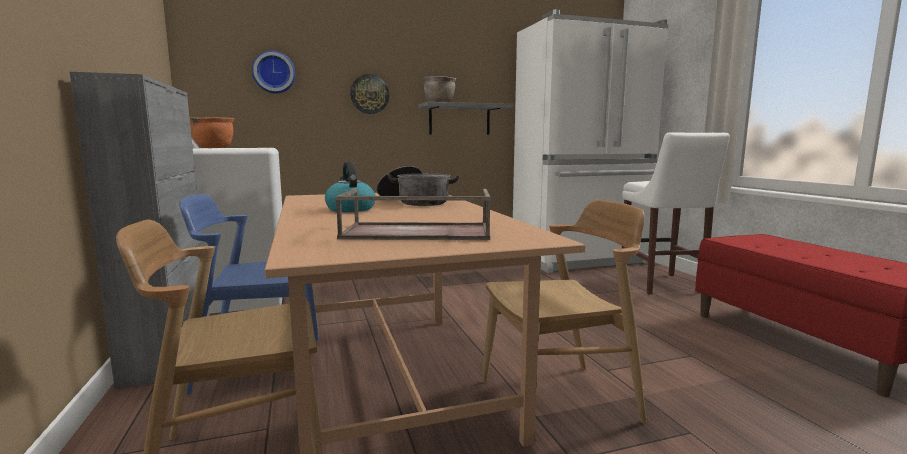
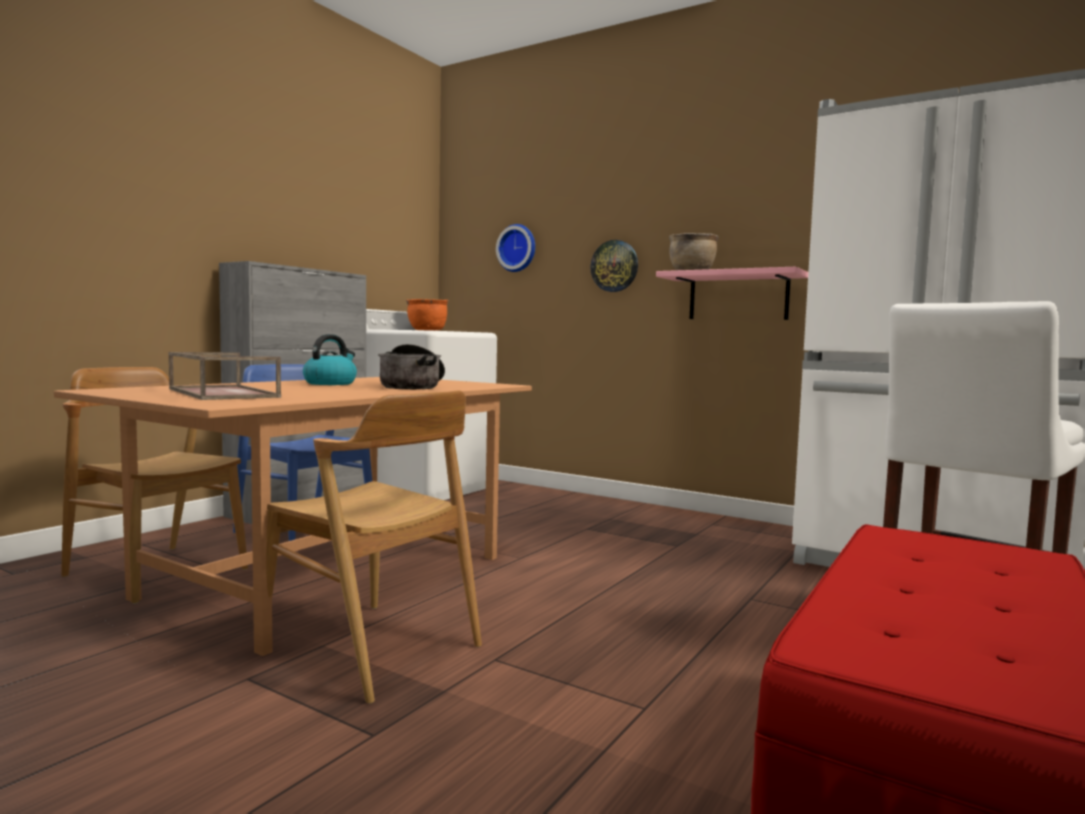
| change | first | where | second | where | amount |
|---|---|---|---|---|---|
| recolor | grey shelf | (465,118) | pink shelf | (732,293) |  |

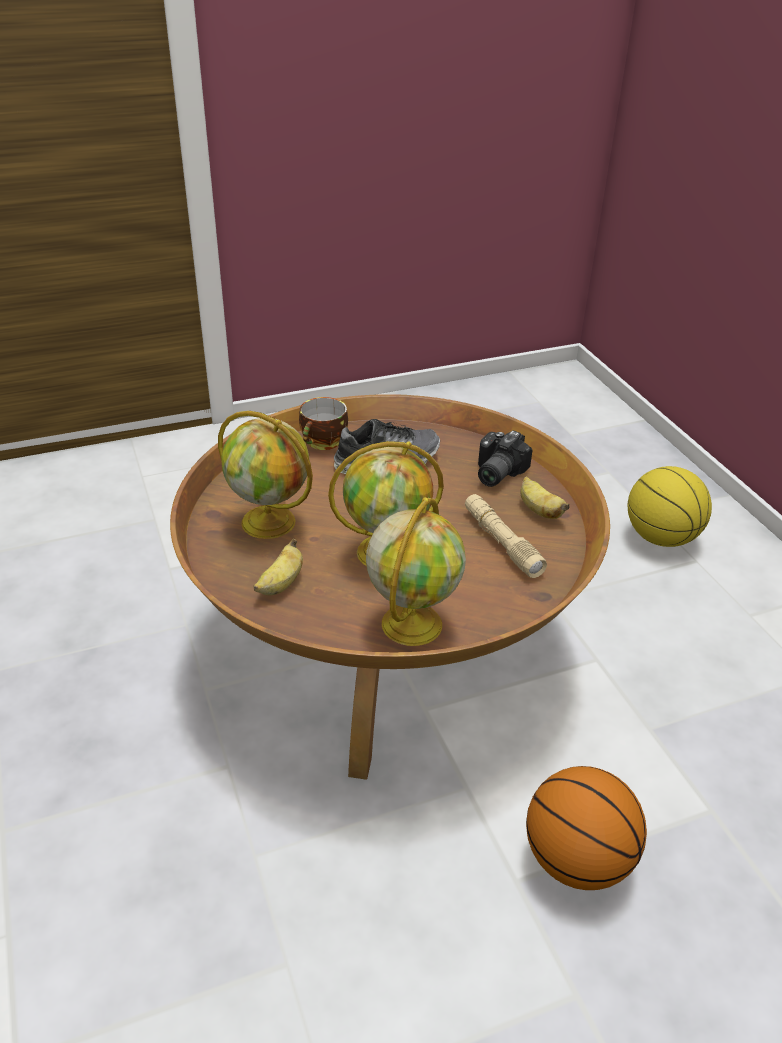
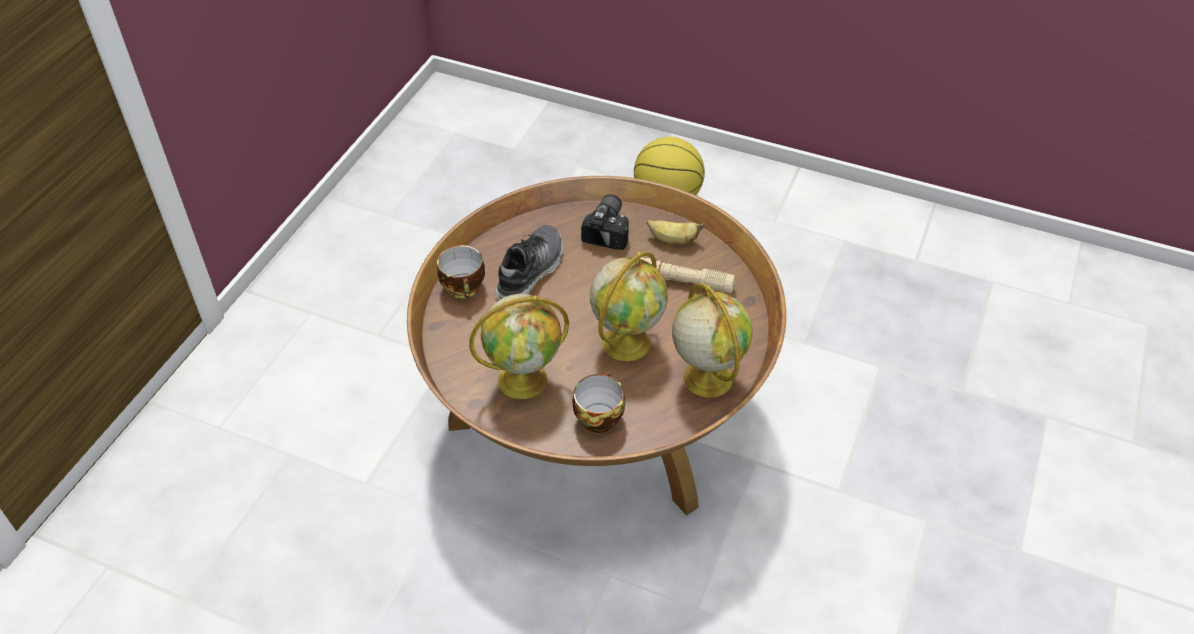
| change | first | where | second | where | amount |
|---|---|---|---|---|---|
| replace | banana | (278,567) | cup | (598,402) |  |
| rotate | photo camera | (505,458) |  | (605,222) | 150 degrees counterclockwise |
| delete | basketball | (586,828) |  |  |  |

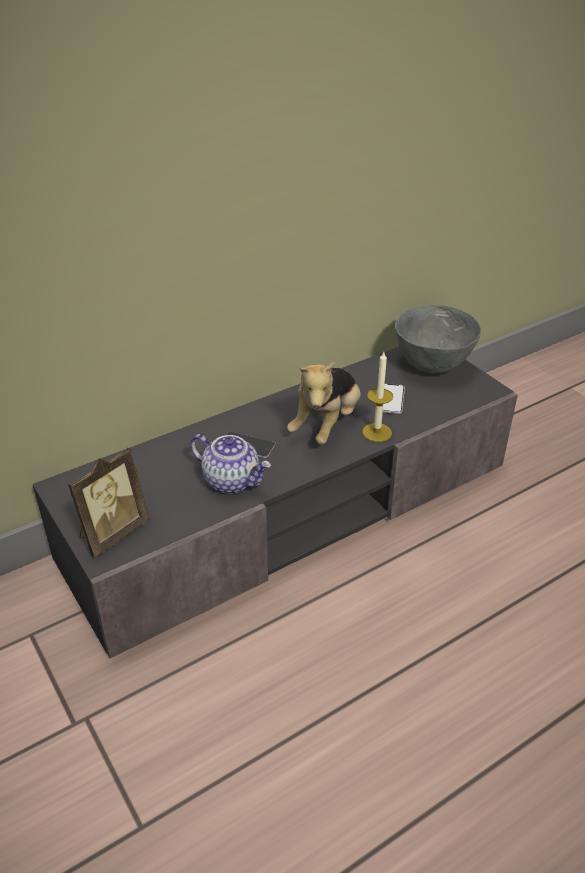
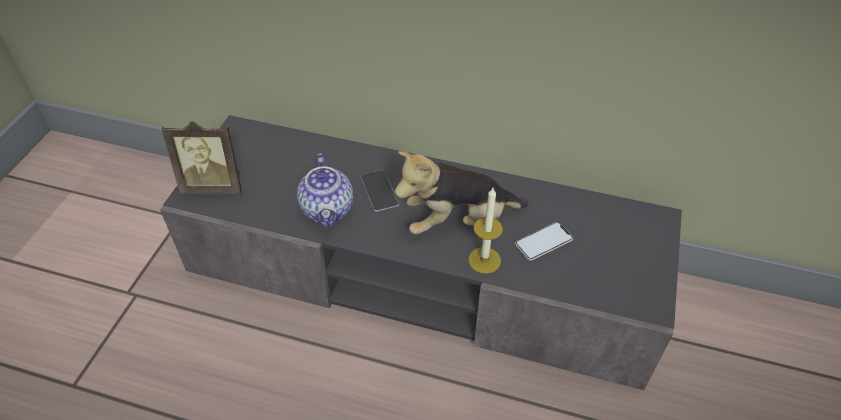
| change | first | where | second | where | amount |
|---|---|---|---|---|---|
| delete | grey bowl | (438,339) |  |  |  |

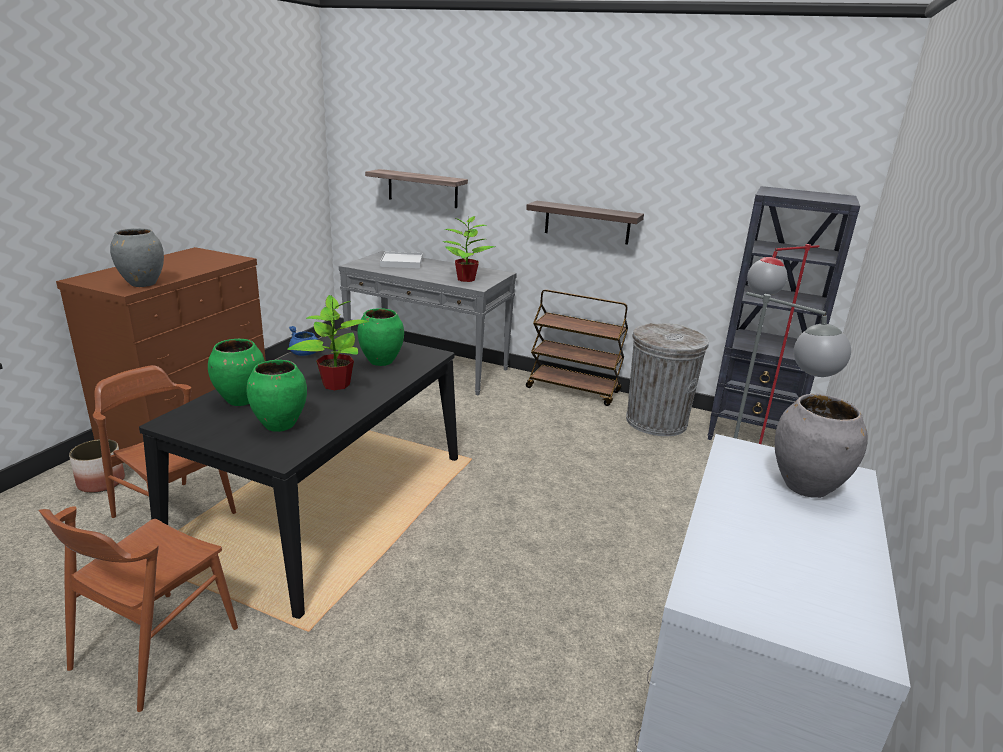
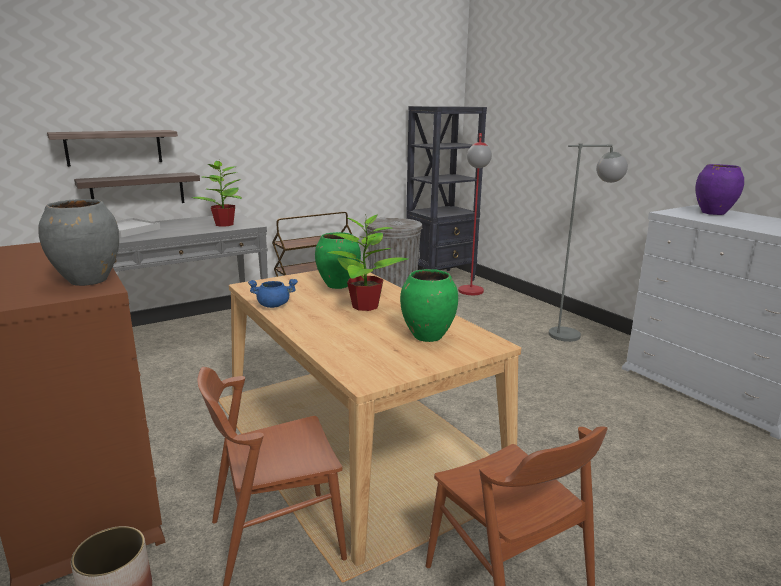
| change | first | where | second | where | amount |
|---|---|---|---|---|---|
| recolor | black dining table | (298,474) | beige dining table | (375,418) |  |
| delete | green vase | (236,372) |  |  |  |
| move | shelf | (585,223) |  | (137,187) |  |
| recolor | grey vase | (821,446) | purple vase | (720,189) |  |

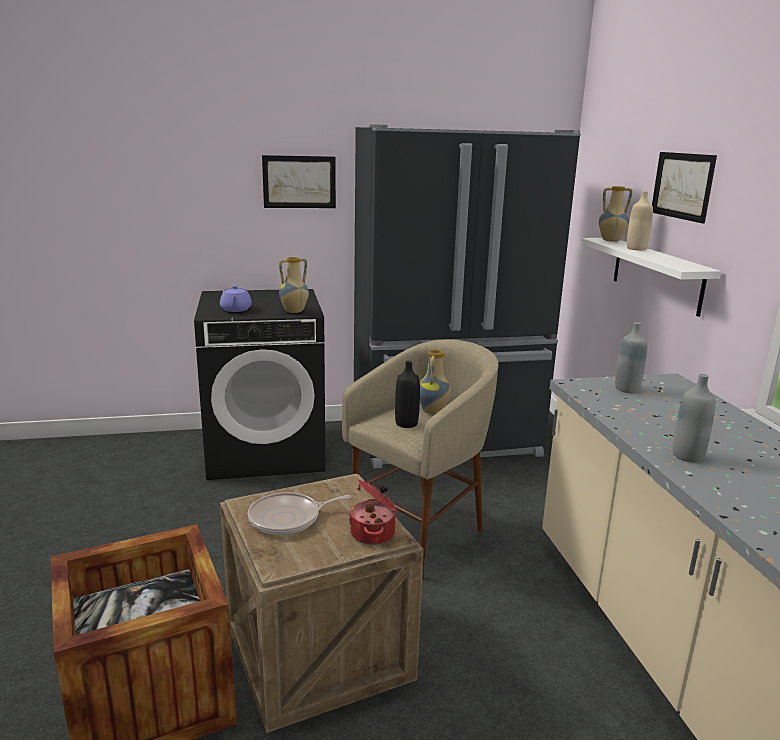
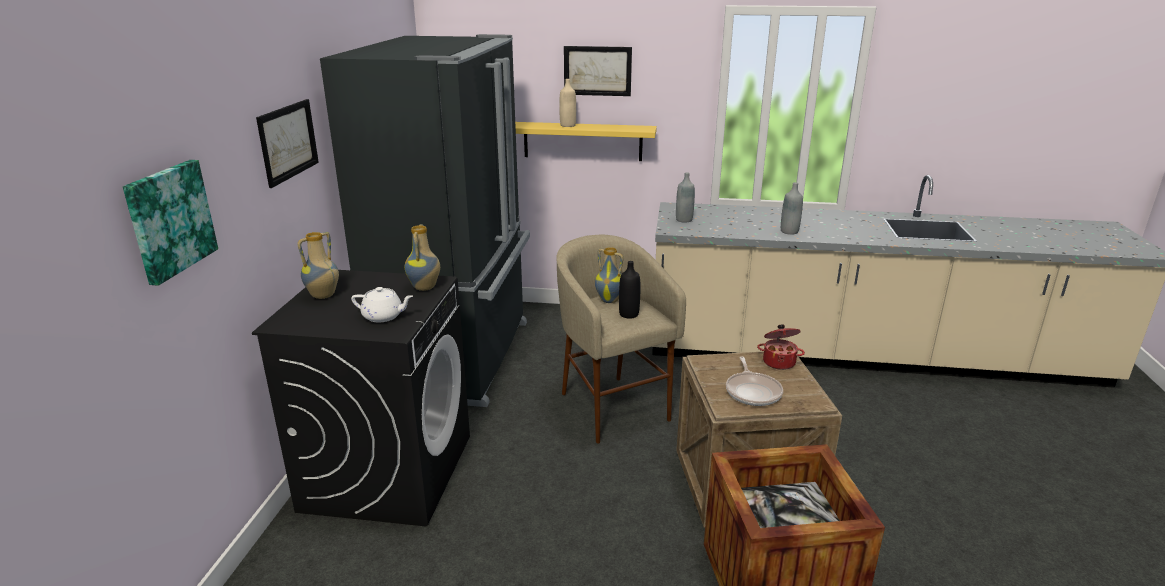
| change | first | where | second | where | amount |
|---|---|---|---|---|---|
| recolor | purple teapot | (236,298) | white teapot | (382,304) |  |
| recolor | white shelf | (651,277) | yellow shelf | (586,141) |  |
| move | vase | (615,214) |  | (318,265) |  |
| insert |  |  | picture | (170,223) |  |

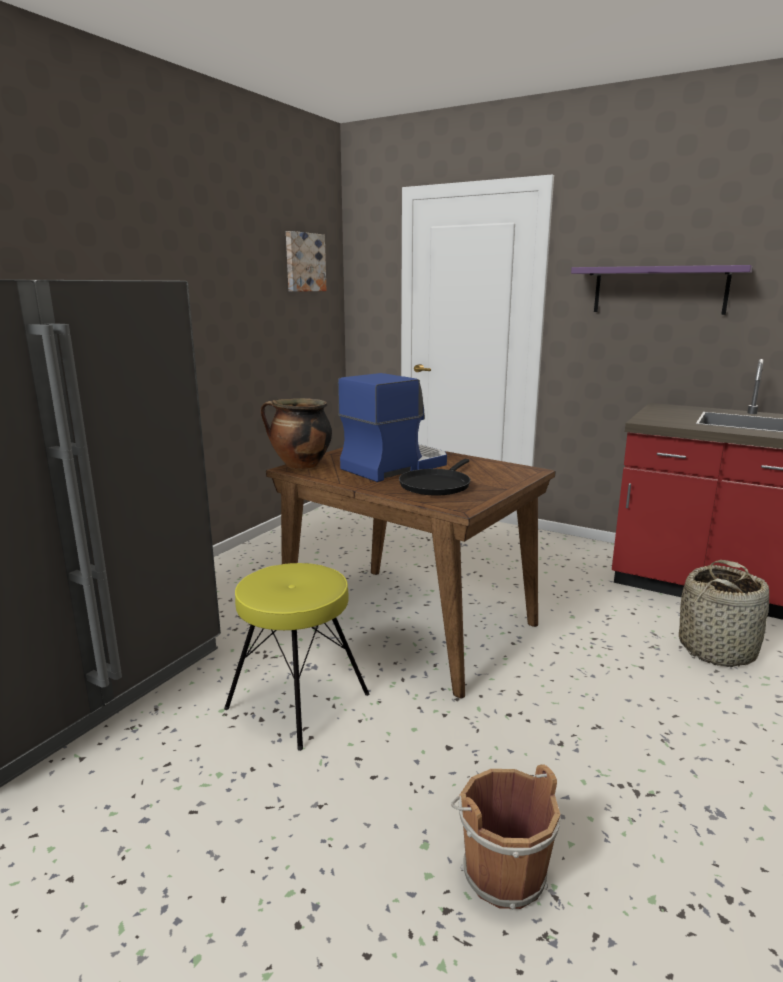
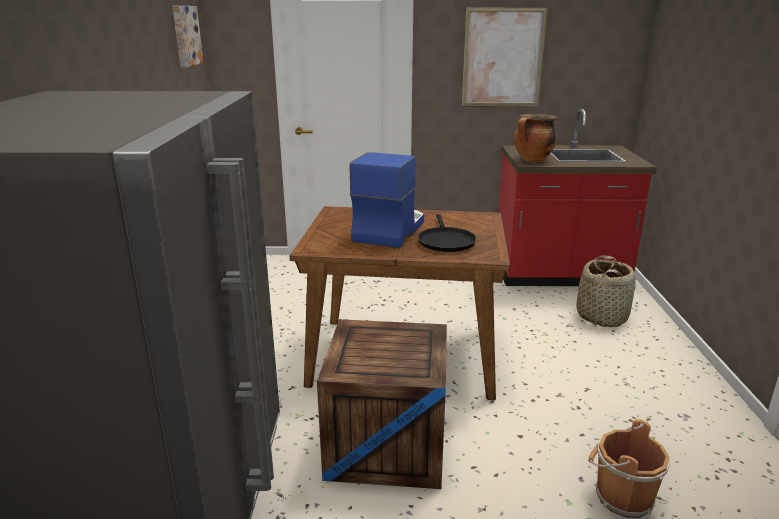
| change | first | where | second | where | amount |
|---|---|---|---|---|---|
| replace | yellow stool | (297,657) | crate | (382,404) |  |
| move | cooking pot | (296,433) |  | (535,138) |  |
| replace | purple shelf | (662,290) | picture | (504,56) |  |

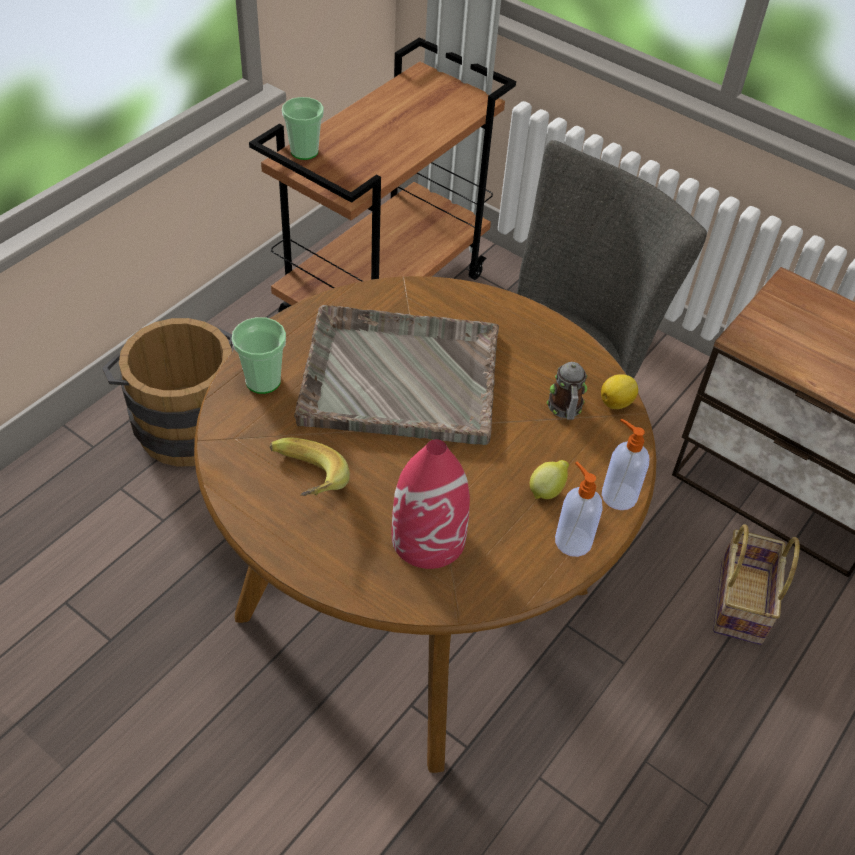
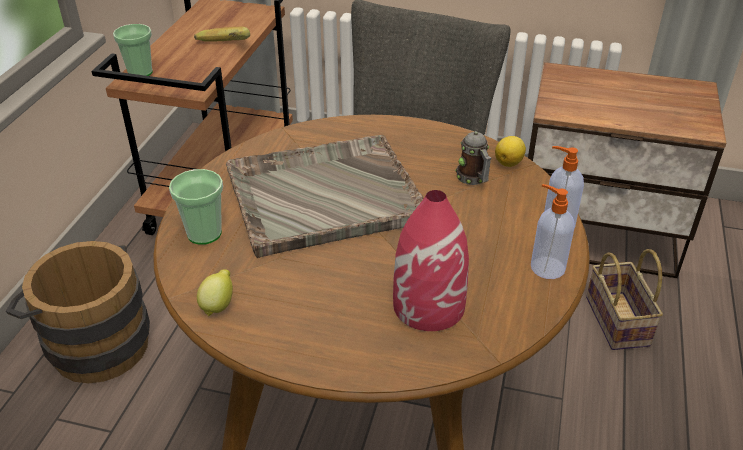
| change | first | where | second | where | amount |
|---|---|---|---|---|---|
| move | banana | (309,466) |  | (222,34) |  |
| move | lemon | (549,479) |  | (215,292) |  |

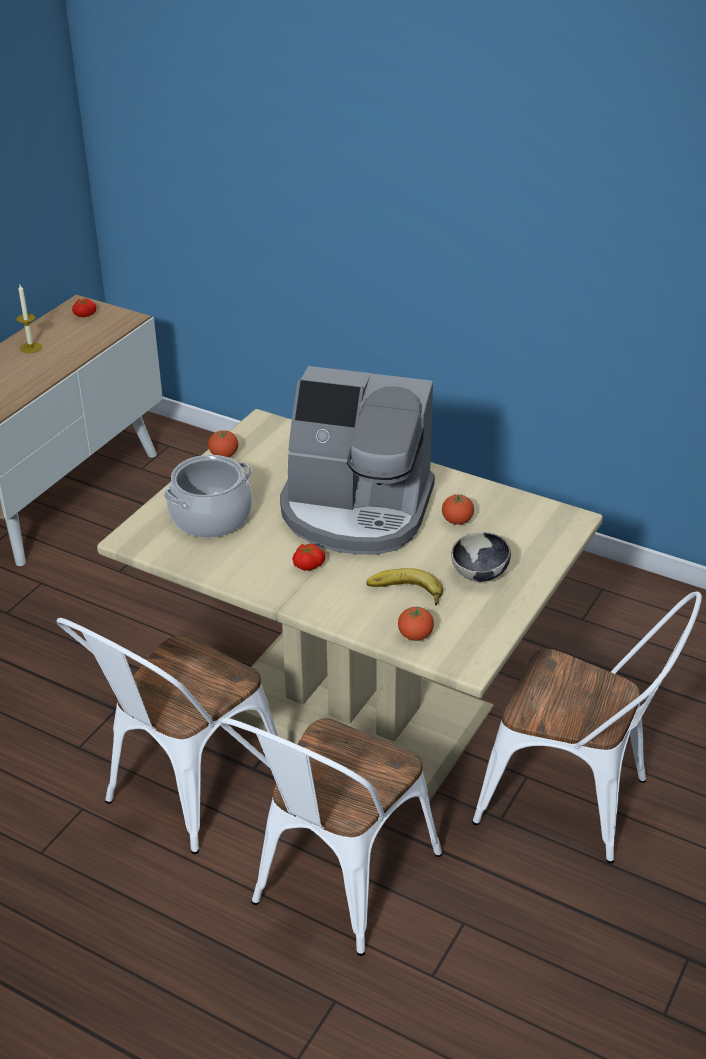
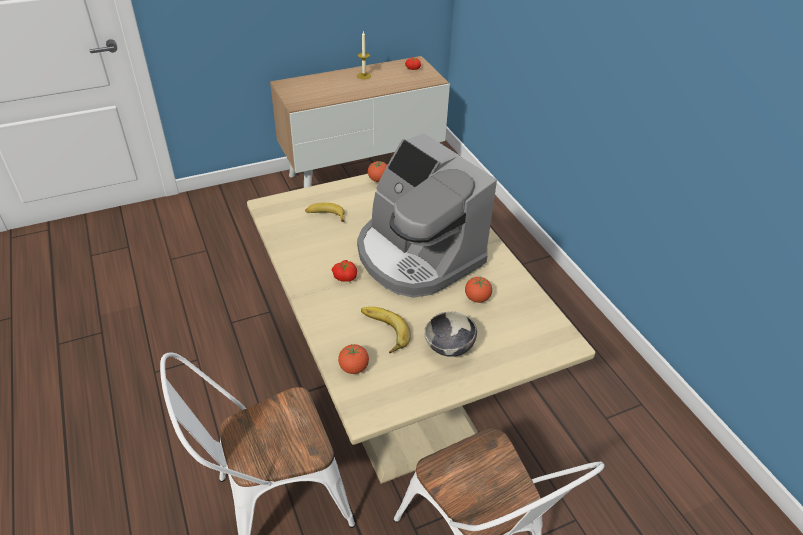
| change | first | where | second | where | amount |
|---|---|---|---|---|---|
| delete | white chair | (167,736) |  |  |  |
| replace | cooking pot | (208,496) | banana | (325,212) |  |

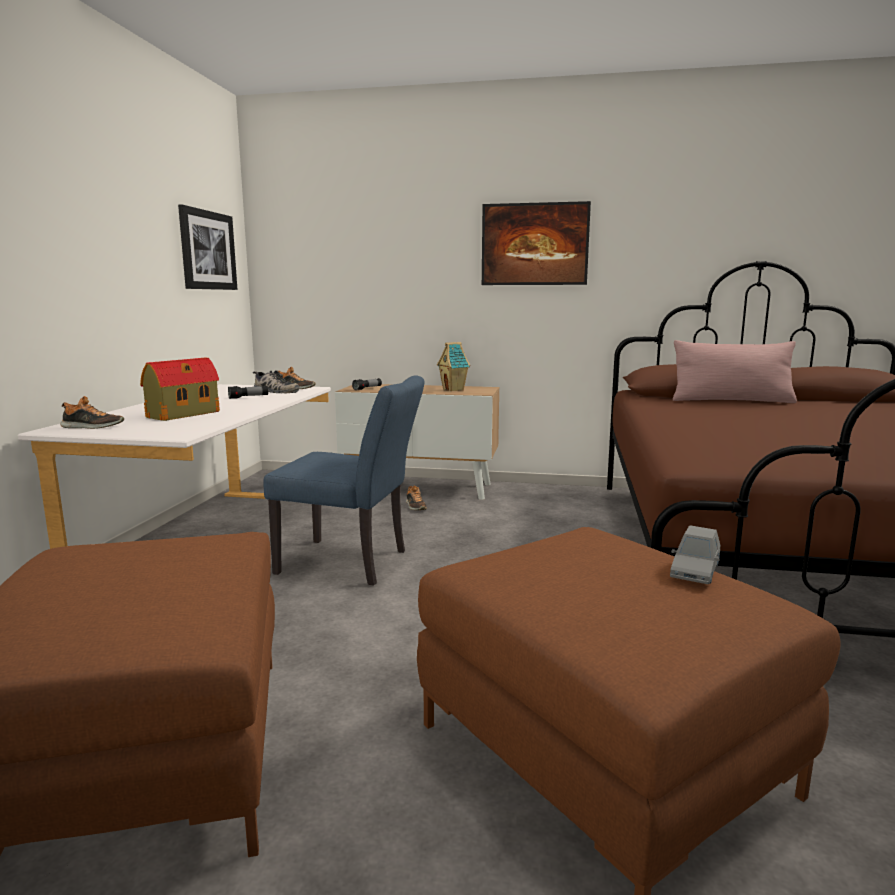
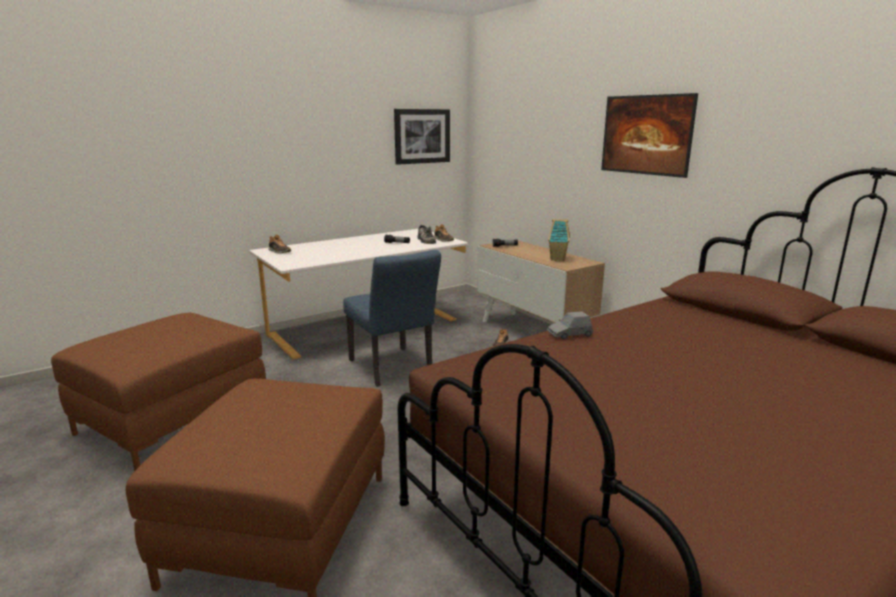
| change | first | where | second | where | amount |
|---|---|---|---|---|---|
| delete | toy house | (180,389) |  |  |  |
| move | grey toy car | (695,554) |  | (570,325) |  |
| delete | pink pillow | (735,371) |  |  |  |

